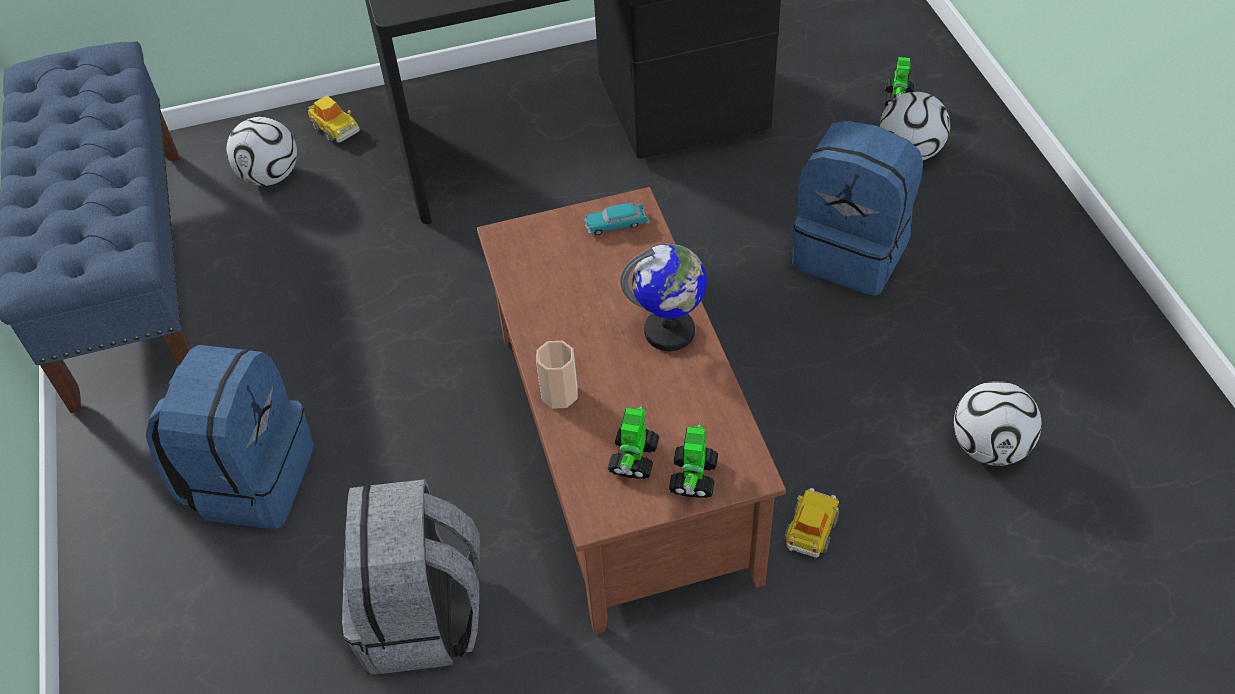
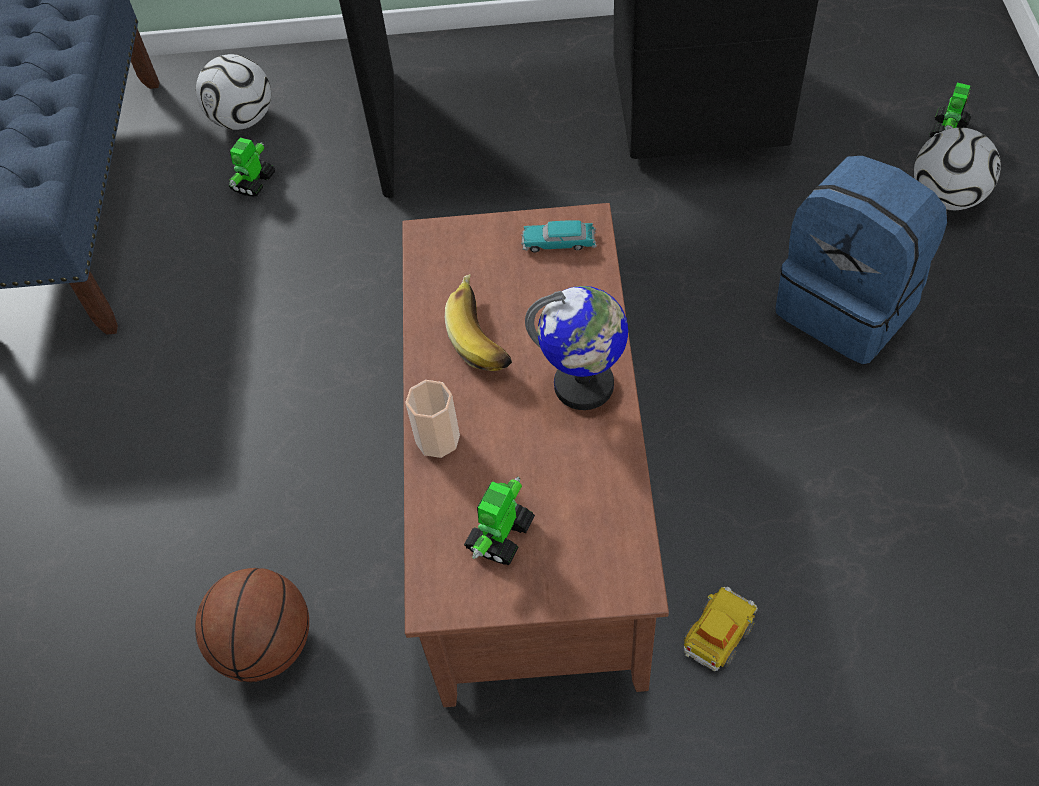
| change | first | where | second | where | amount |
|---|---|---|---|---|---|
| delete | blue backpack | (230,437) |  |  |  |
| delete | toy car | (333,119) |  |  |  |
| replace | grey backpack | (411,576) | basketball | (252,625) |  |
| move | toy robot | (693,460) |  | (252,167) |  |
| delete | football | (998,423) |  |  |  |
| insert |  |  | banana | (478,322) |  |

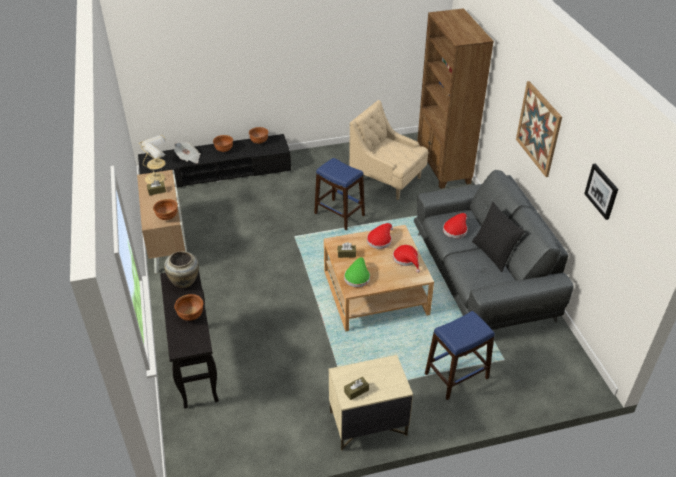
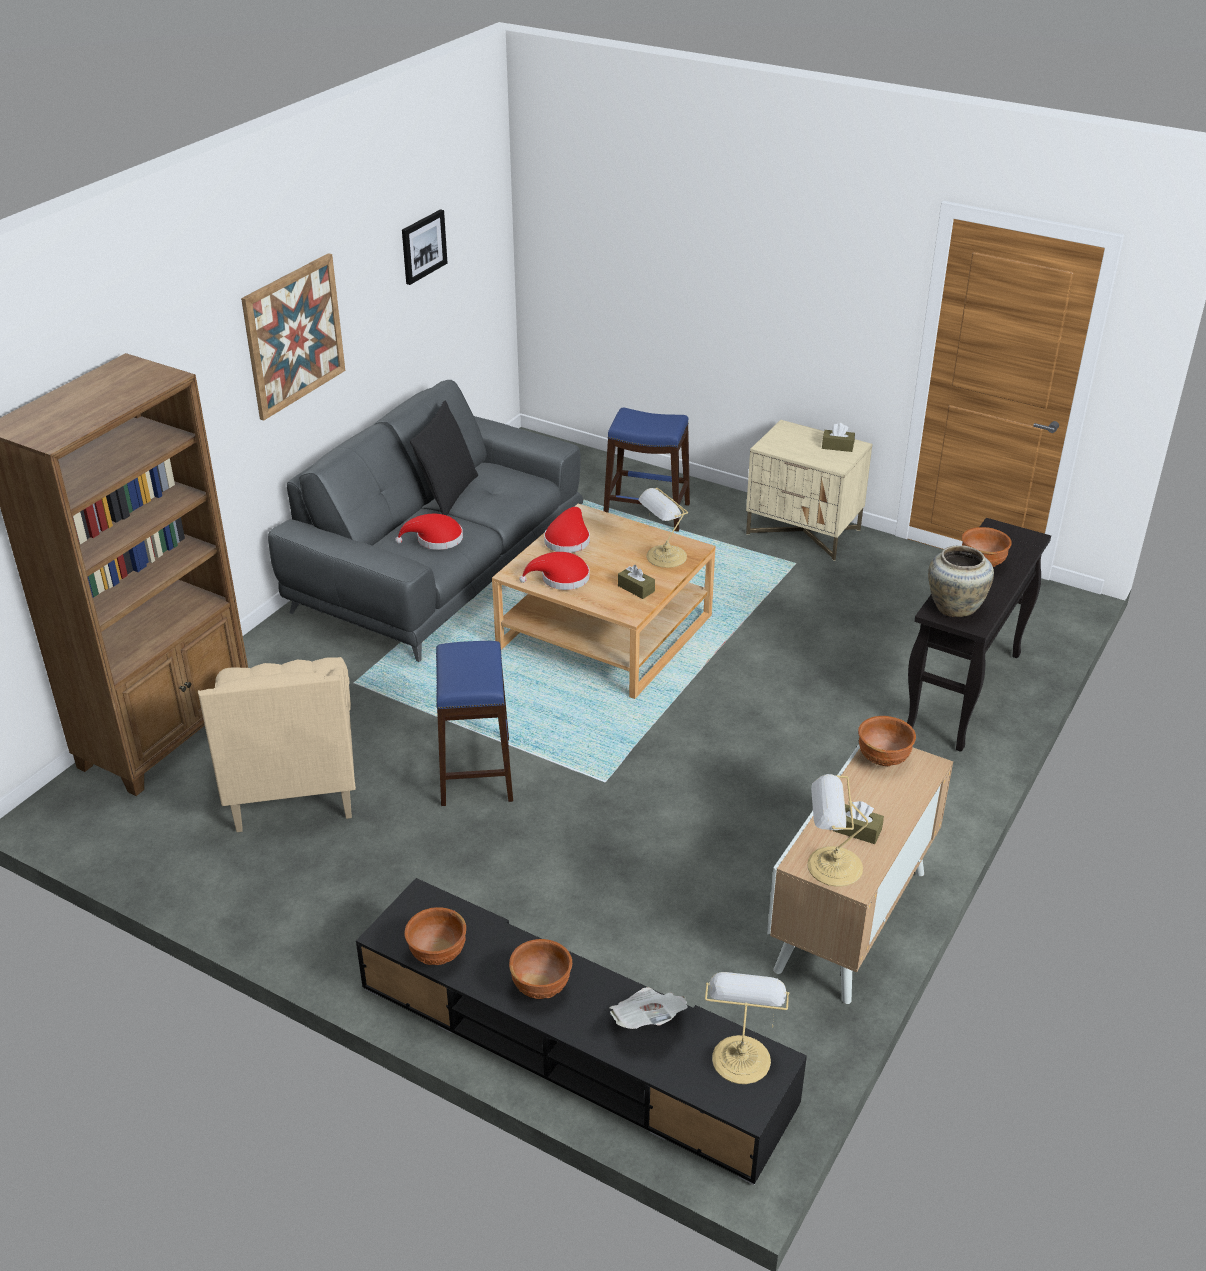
| change | first | where | second | where | amount |
|---|---|---|---|---|---|
| replace | green hat | (357,272) | table lamp | (663,528) |  |

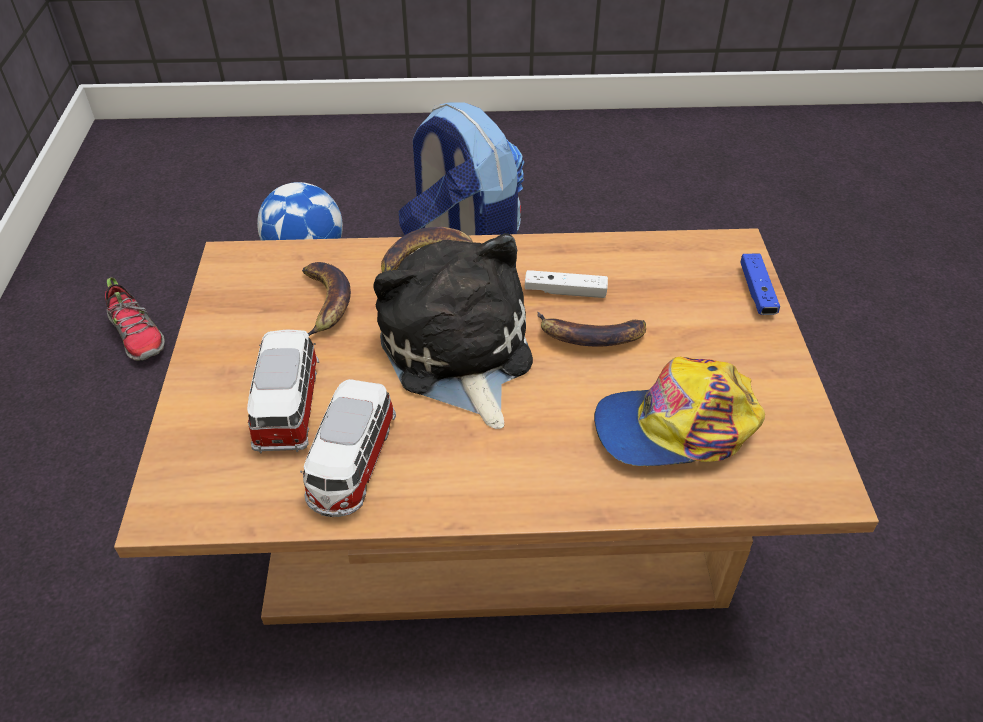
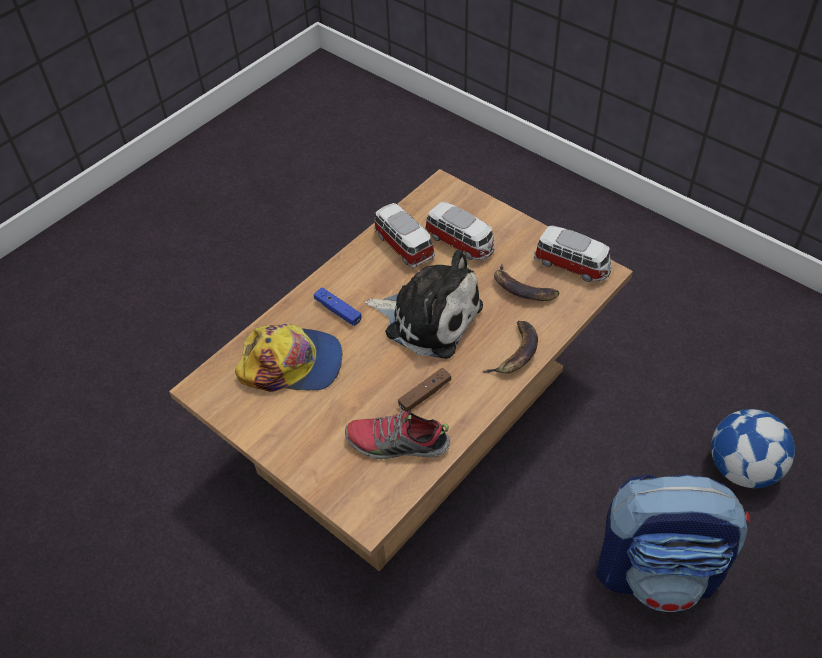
| change | first | where | second | where | amount |
|---|---|---|---|---|---|
| move | shoe | (135,319) |  | (397,432) |  |
| recolor | white game controller | (566,284) | brown game controller | (424,390) |  |
| delete | banana | (591,329) |  |  |  |
| rotate | cap | (679,411) |  | (288,358) | 60 degrees clockwise |
| move | blue game controller | (760,284) |  | (338,306) |  |
| insert |  |  | toy car | (572,254) |  |

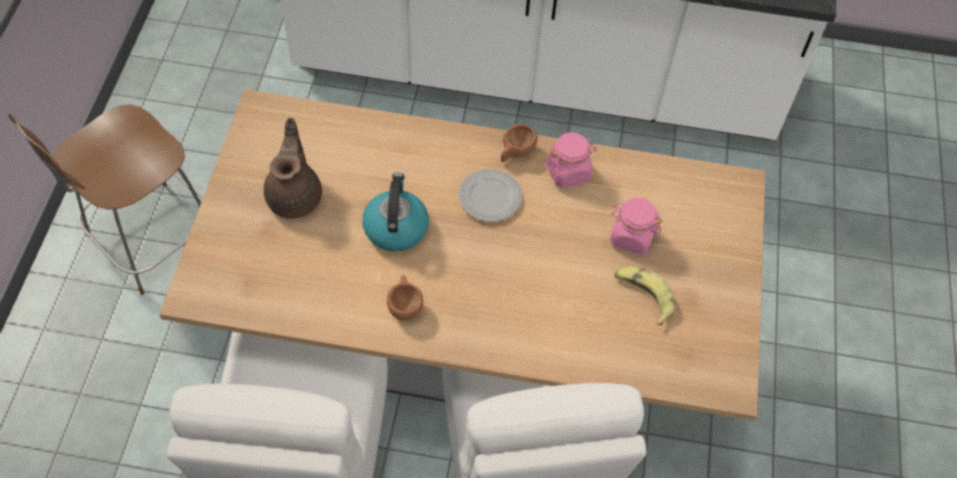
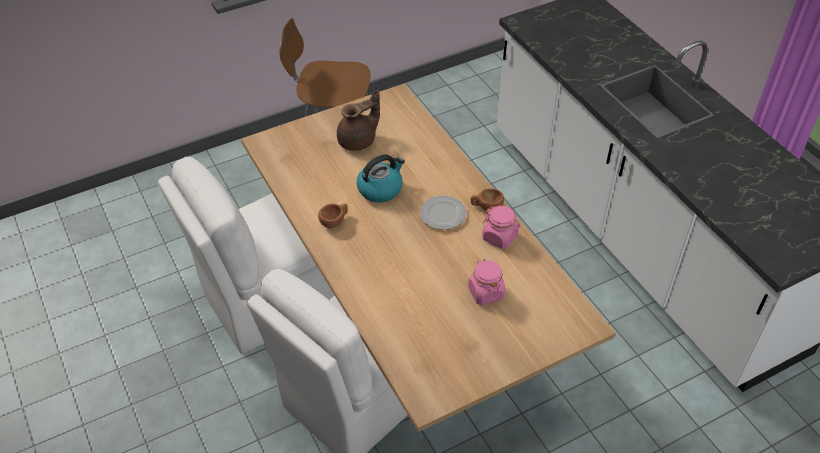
| change | first | where | second | where | amount |
|---|---|---|---|---|---|
| delete | banana | (644,296) |  |  |  |

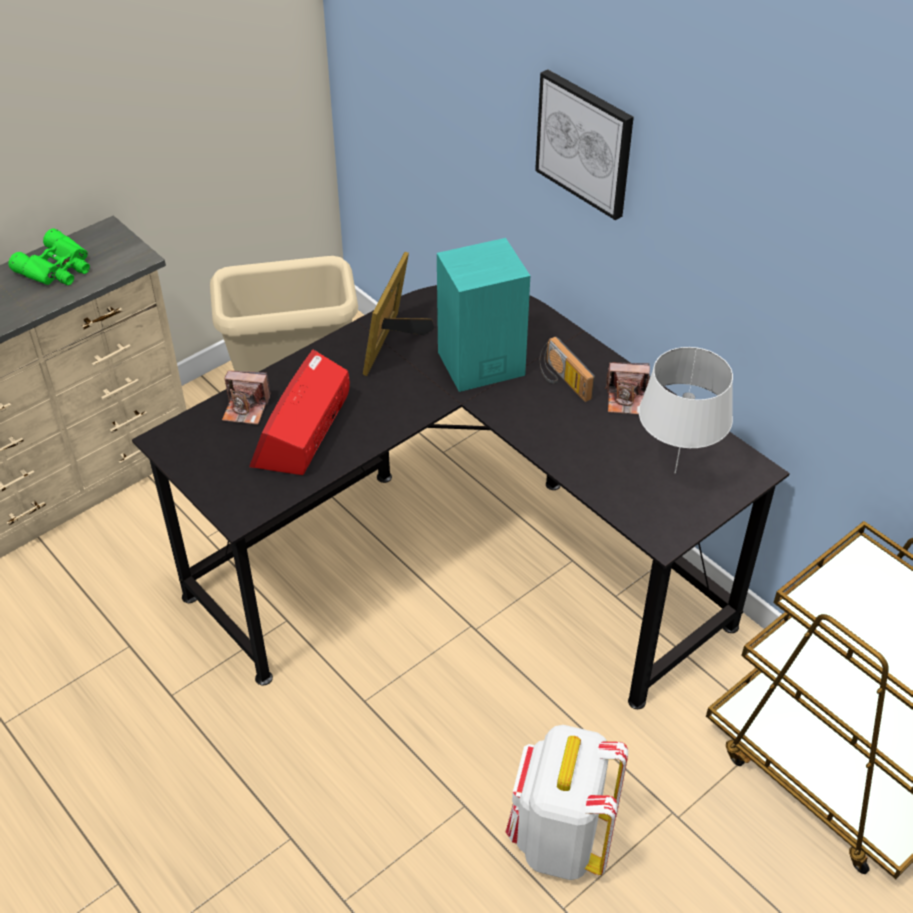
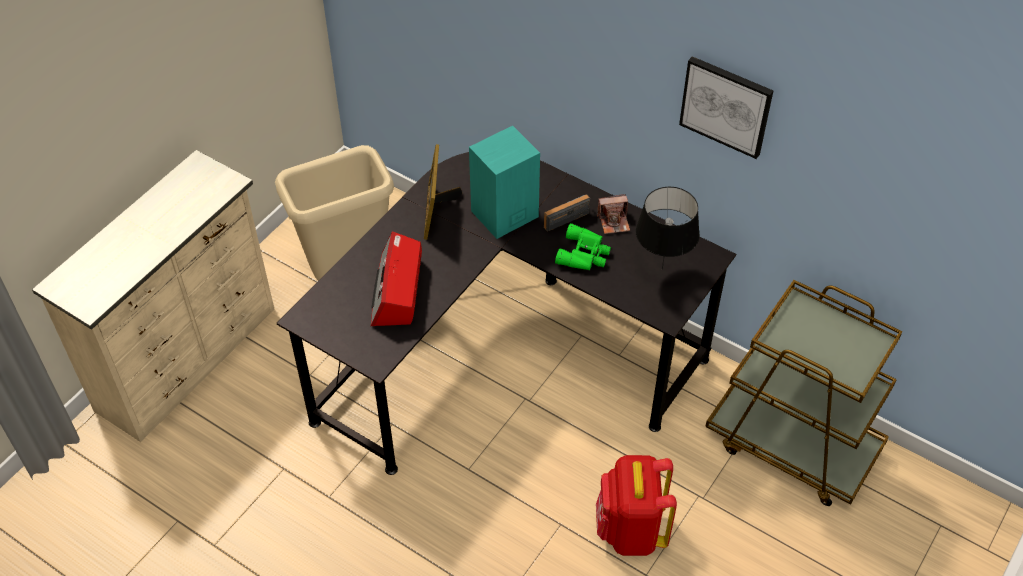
| change | first | where | second | where | amount |
|---|---|---|---|---|---|
| move | green binoculars | (49,257) |  | (583,246) |  |
| delete | photo camera | (246,398) |  |  |  |
| recolor | white backpack | (567,802) | red backpack | (636,505) |  |
| move | picture | (584,145) |  | (726,107) |  |
| rotate | radio | (567,369) |  | (567,212) | 105 degrees clockwise |
| recolor | white table lamp | (686,410) | black table lamp | (668,228) |  |

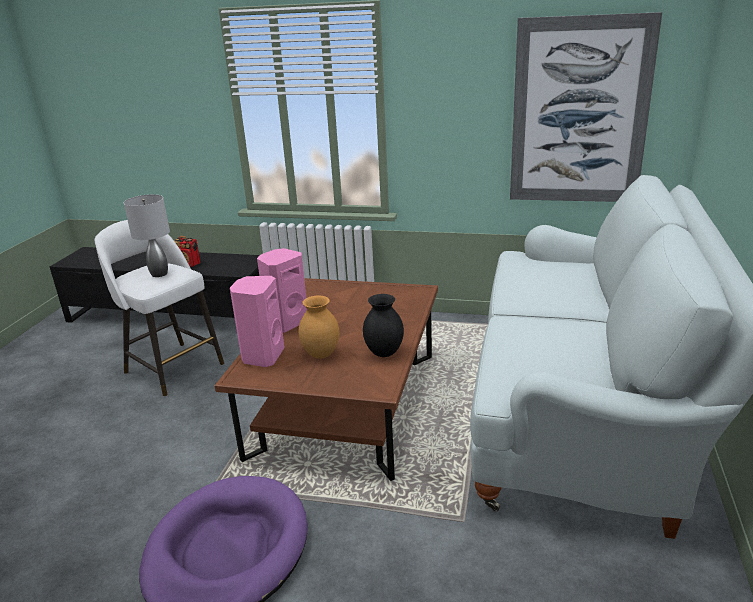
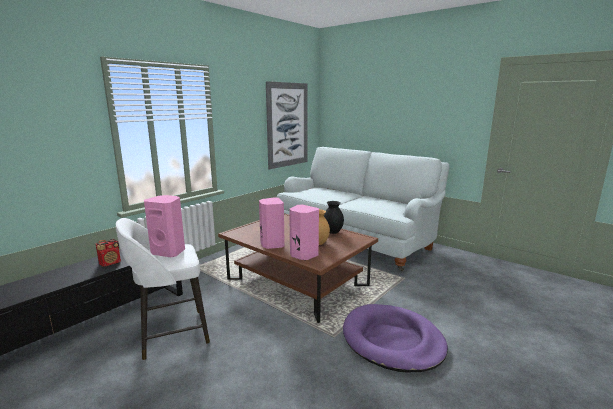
| change | first | where | second | where | amount |
|---|---|---|---|---|---|
| replace | grey table lamp | (147,235) | pink speaker | (164,226) |  |

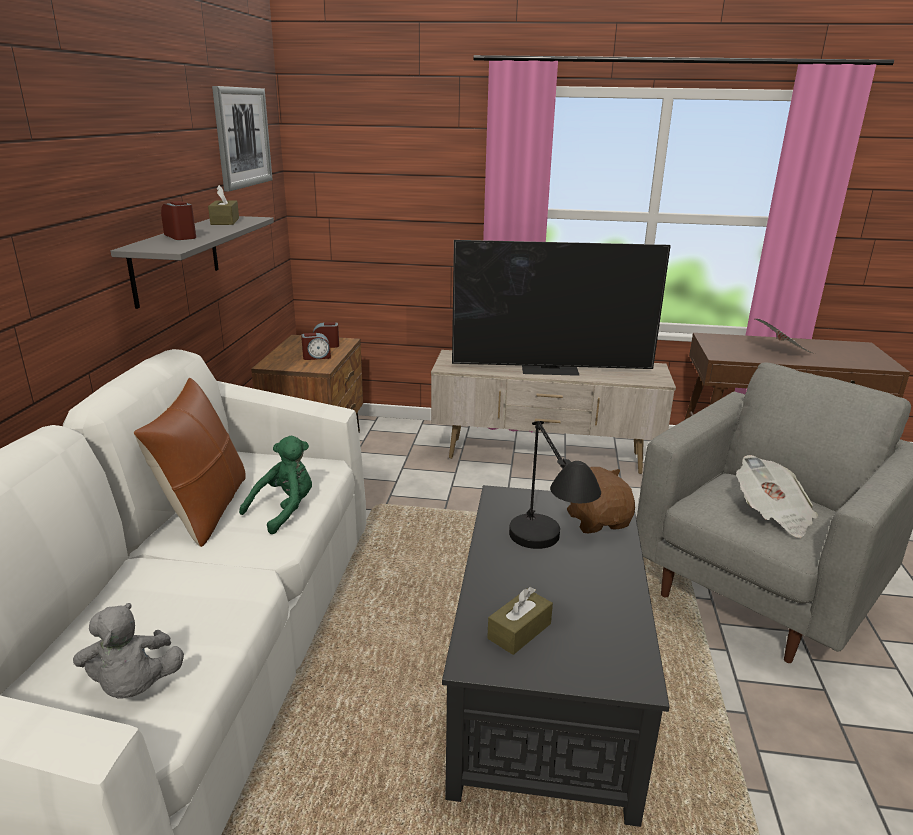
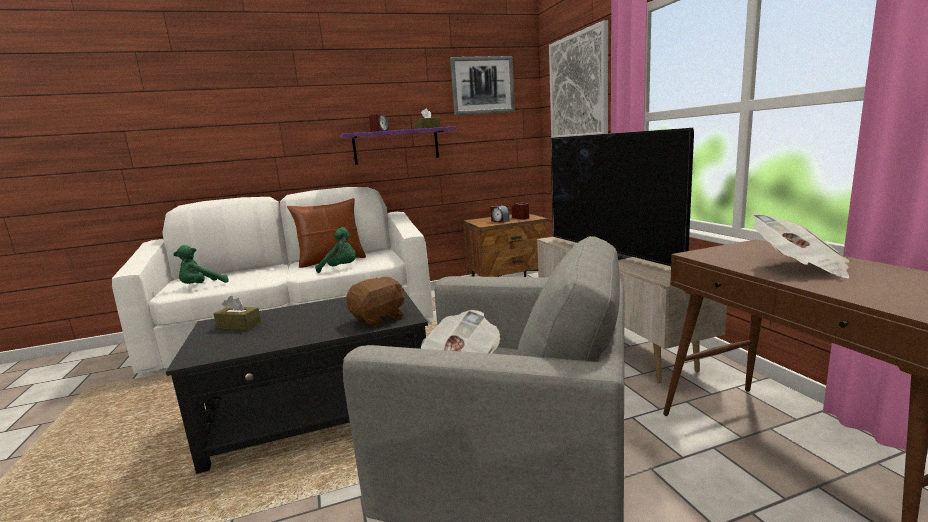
| change | first | where | second | where | amount |
|---|---|---|---|---|---|
| recolor | grey plush toy | (128,650) | green plush toy | (201,264) |  |
| recolor | grey shelf | (192,262) | purple shelf | (398,145) |  |
| delete | black table lamp | (555,485) |  |  |  |
| insert |  |  | picture | (578,79) |  |

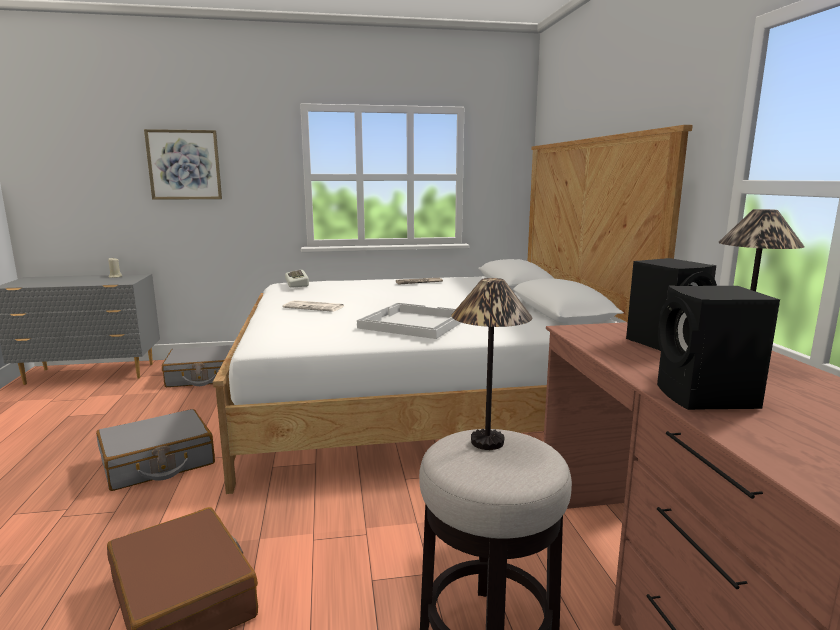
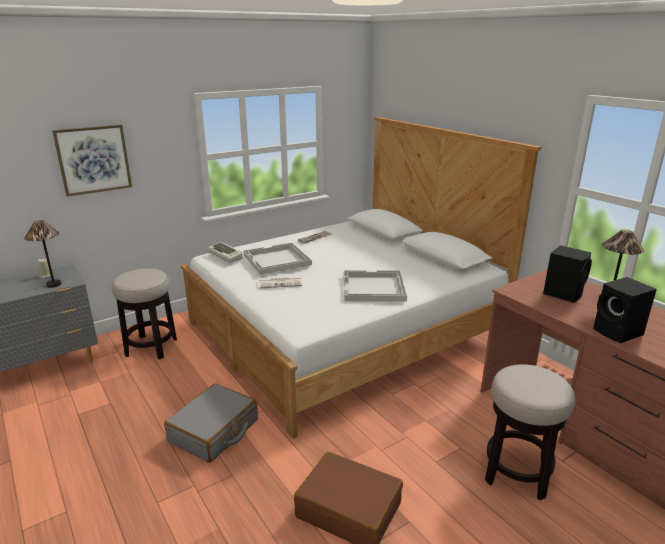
| change | first | where | second | where | amount |
|---|---|---|---|---|---|
| replace | grey suitcase | (197,366) | stool | (144,313) |  |
| move | table lamp | (491,364) |  | (42,254) |  |
| insert |  |  | white tray | (277,259) |  |

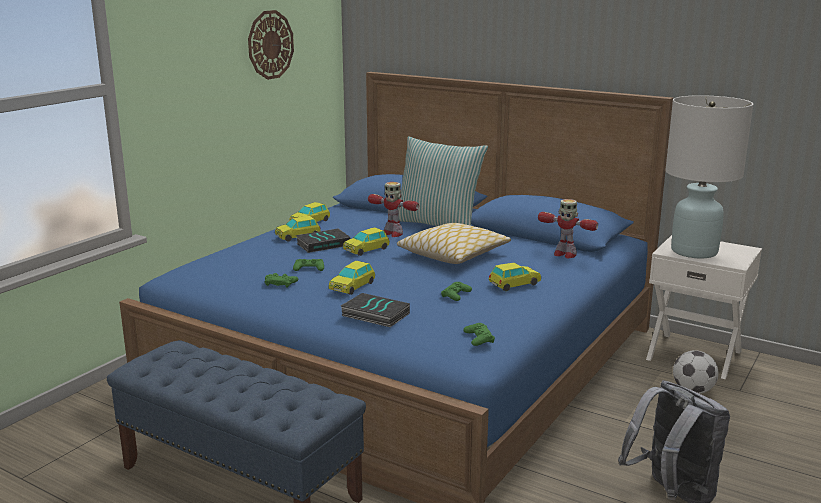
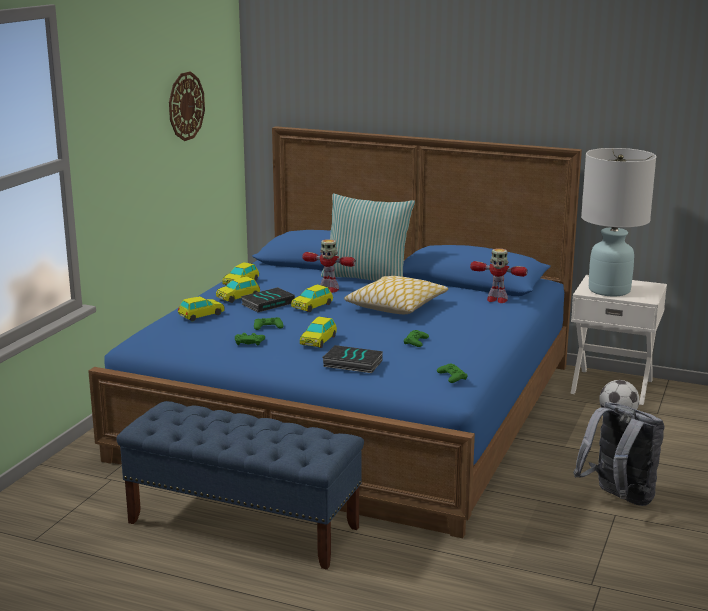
| change | first | where | second | where | amount |
|---|---|---|---|---|---|
| move | toy car | (515,277) |  | (201,309) |  |

